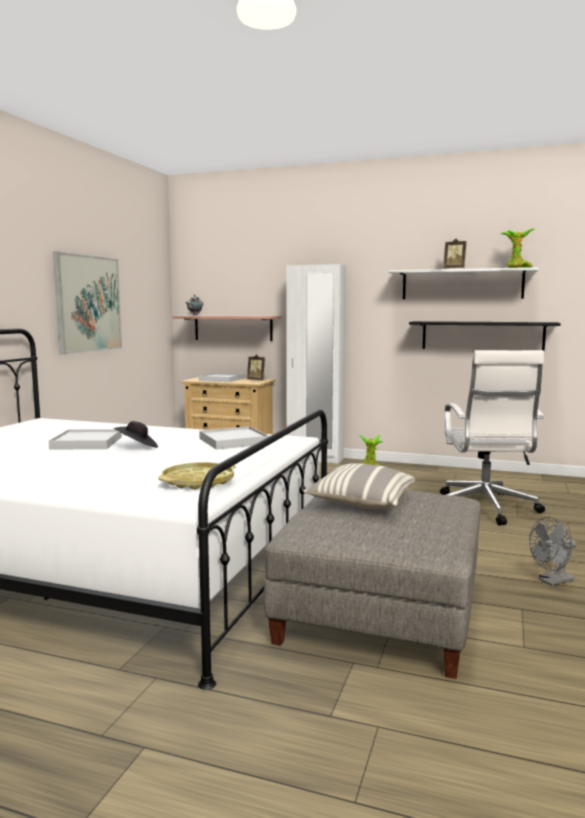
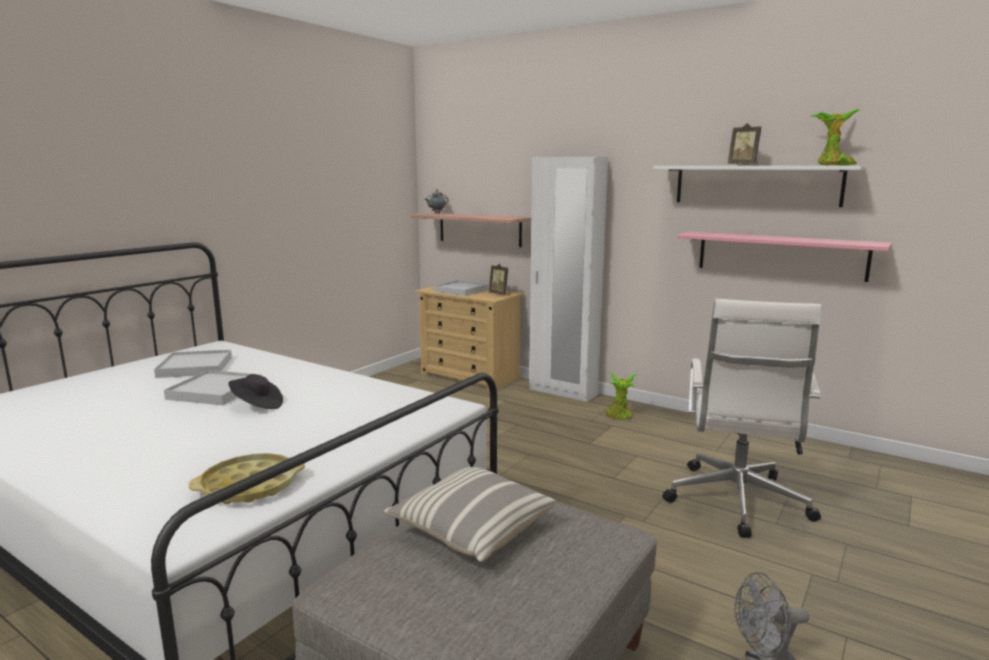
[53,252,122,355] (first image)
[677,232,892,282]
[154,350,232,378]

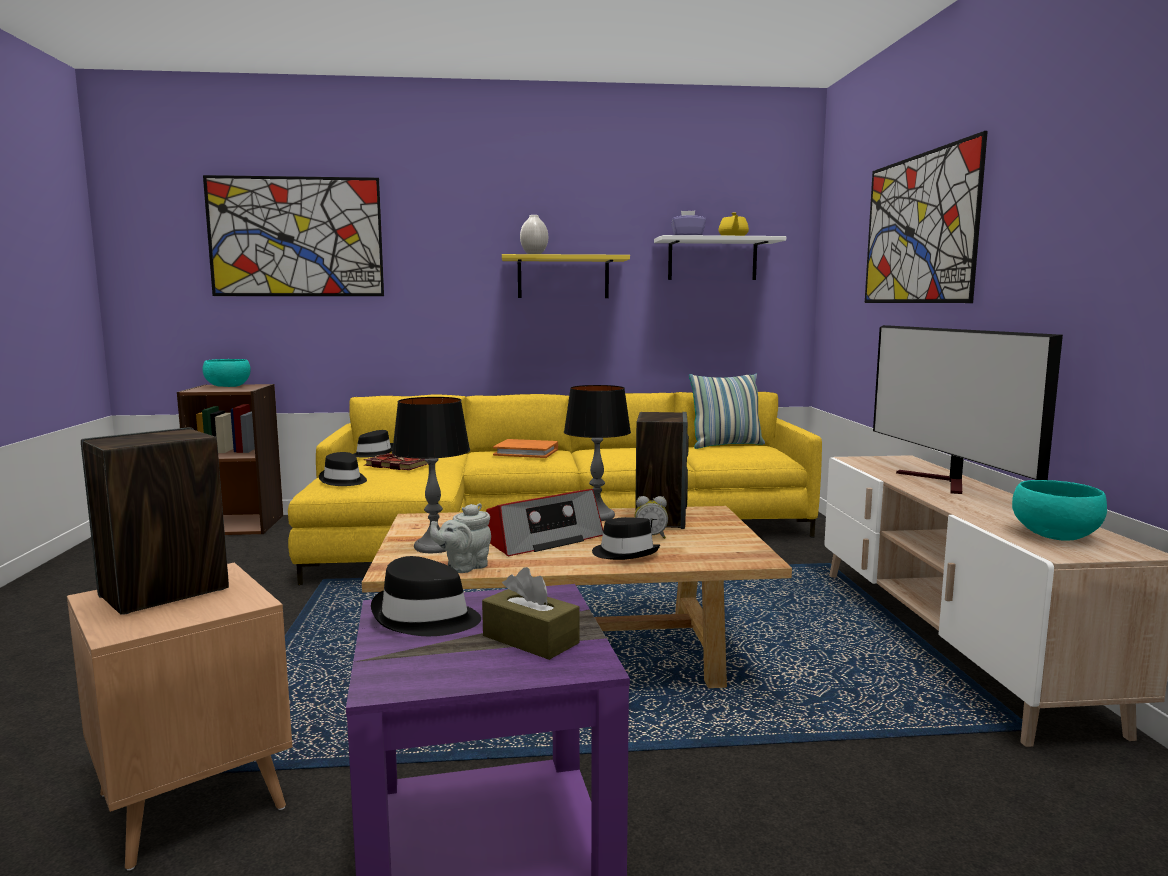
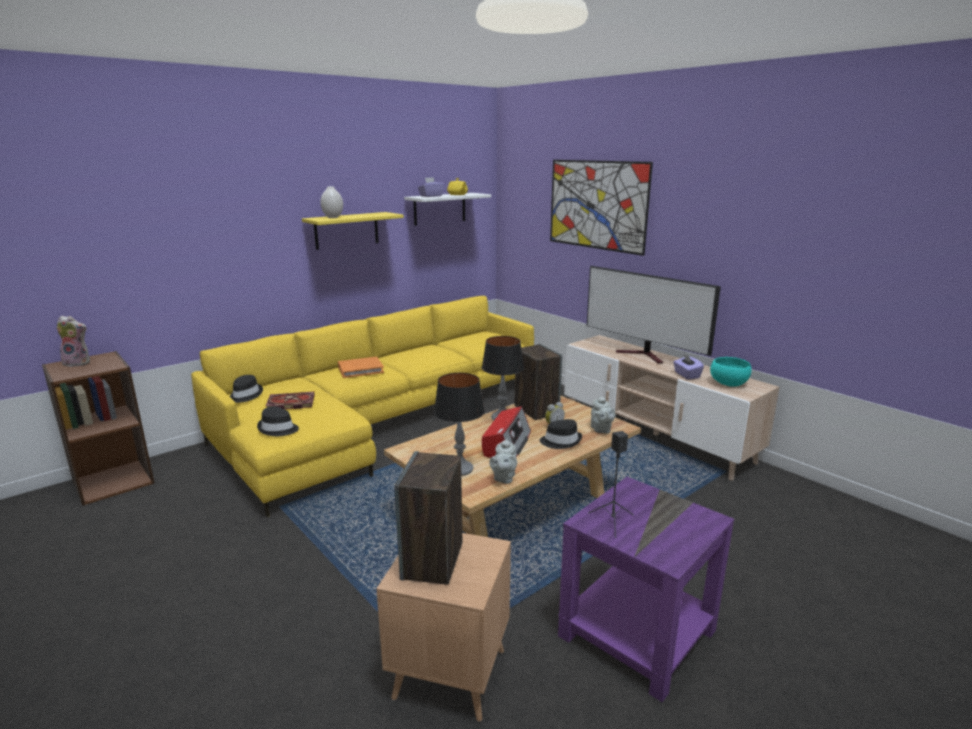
[203,175,384,296] (first image)
[57,316,90,367]
[689,374,765,449] (first image)
[588,431,634,538]
[482,567,580,660] (first image)
[673,354,704,379]
[591,396,615,433]

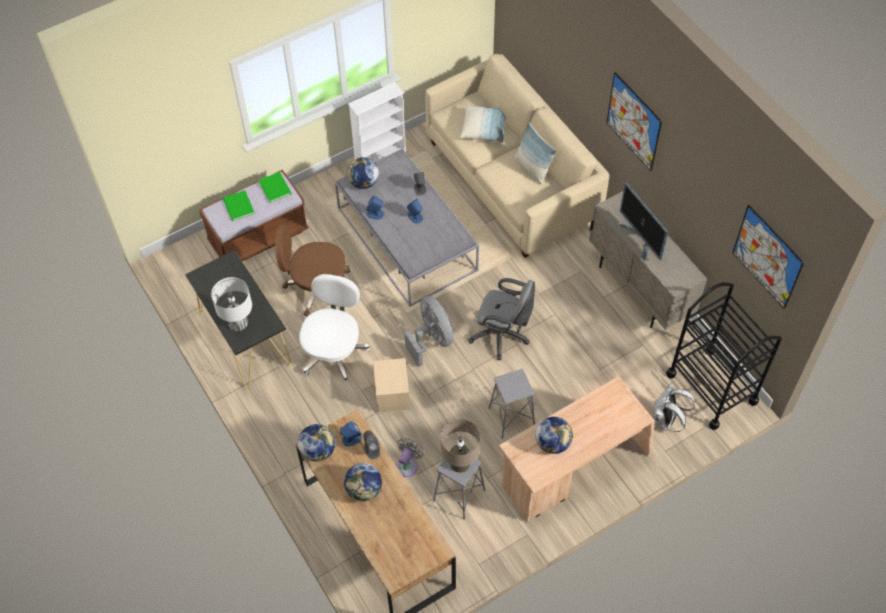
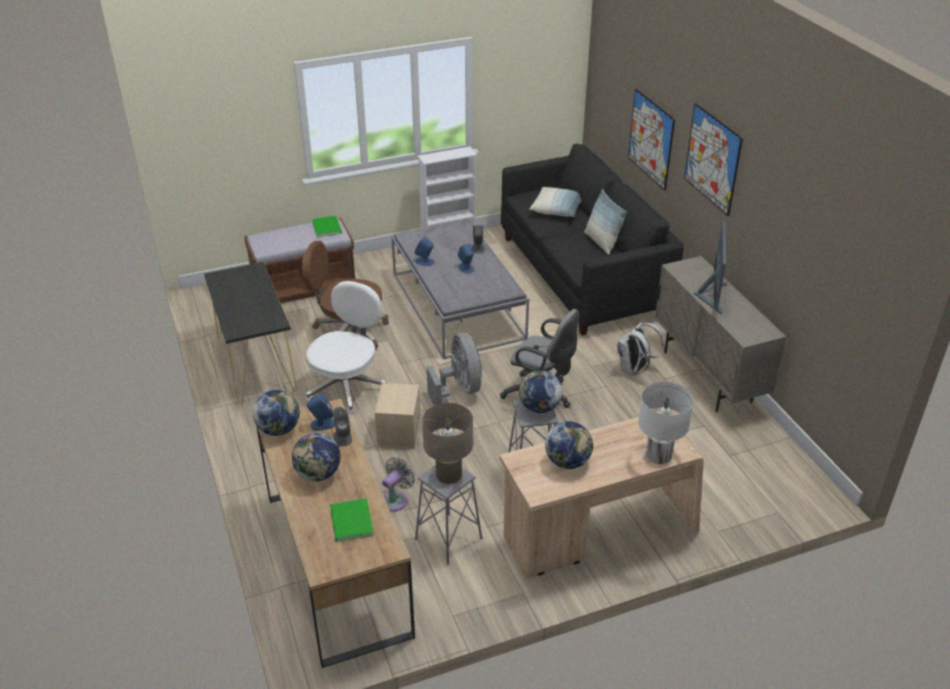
[501,144,684,335]
[519,370,562,413]
[694,221,727,314]
[330,498,373,542]
[628,89,675,191]
[638,382,694,464]
[666,282,782,430] (first image)
[617,322,664,375]

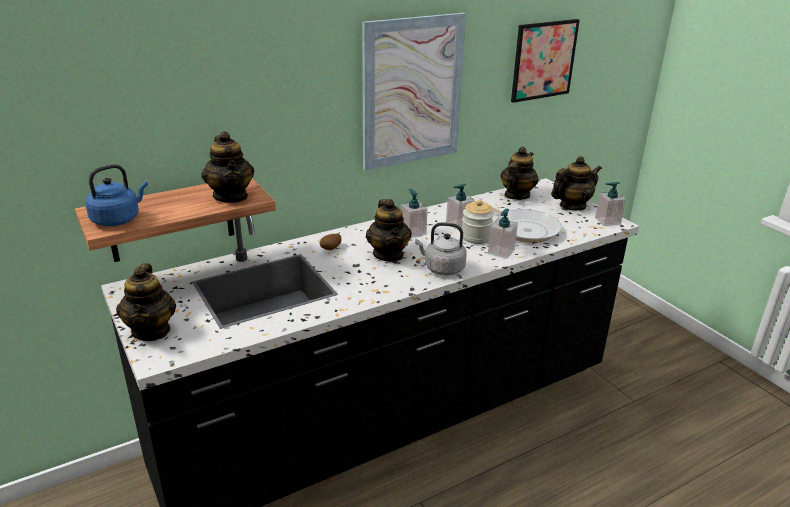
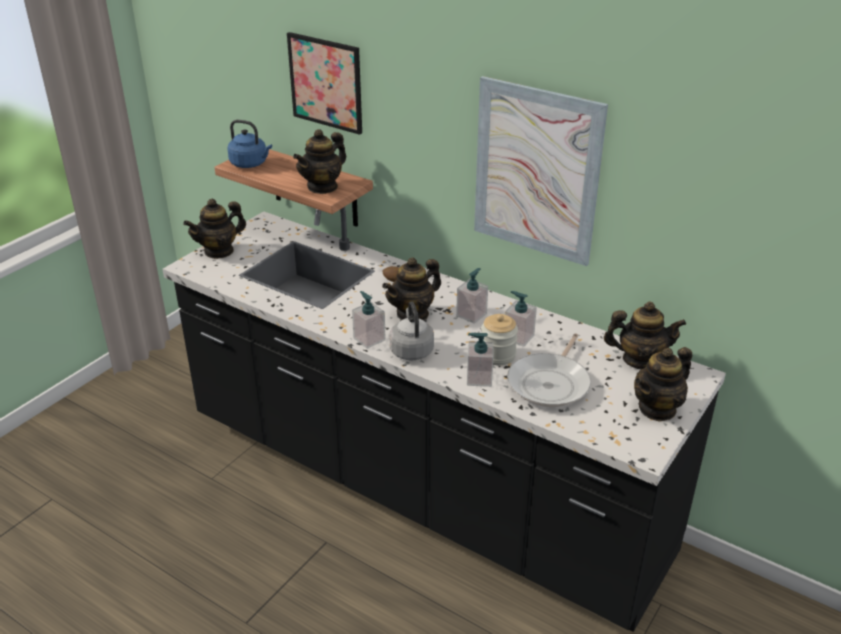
[287,32,362,135]
[634,347,692,422]
[352,291,386,349]

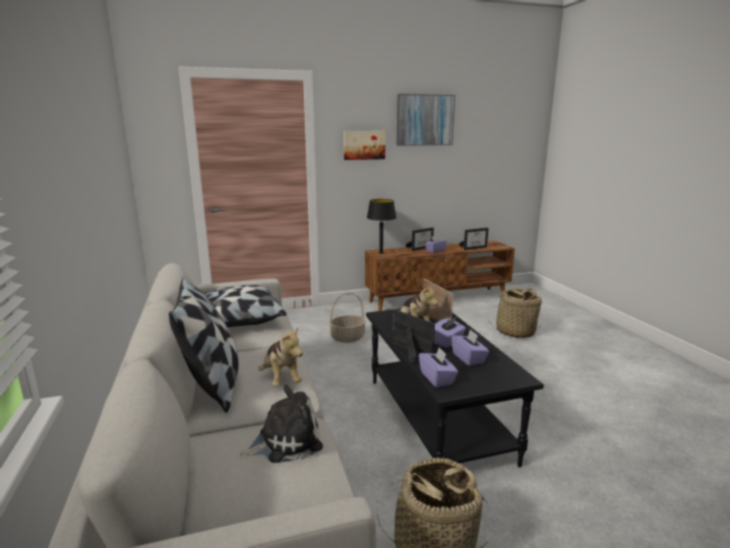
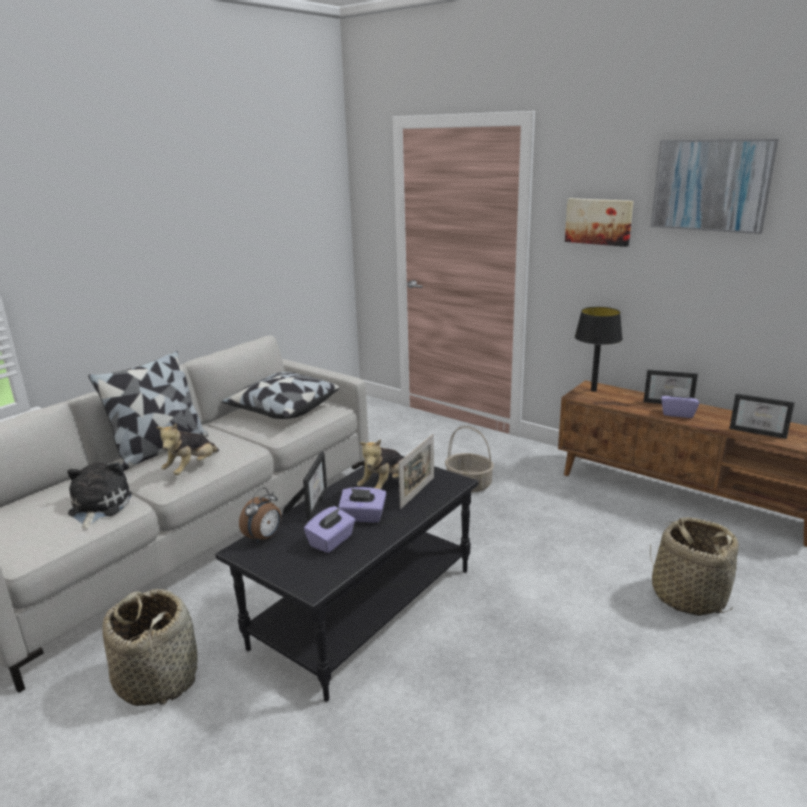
[239,487,281,544]
[67,462,132,530]

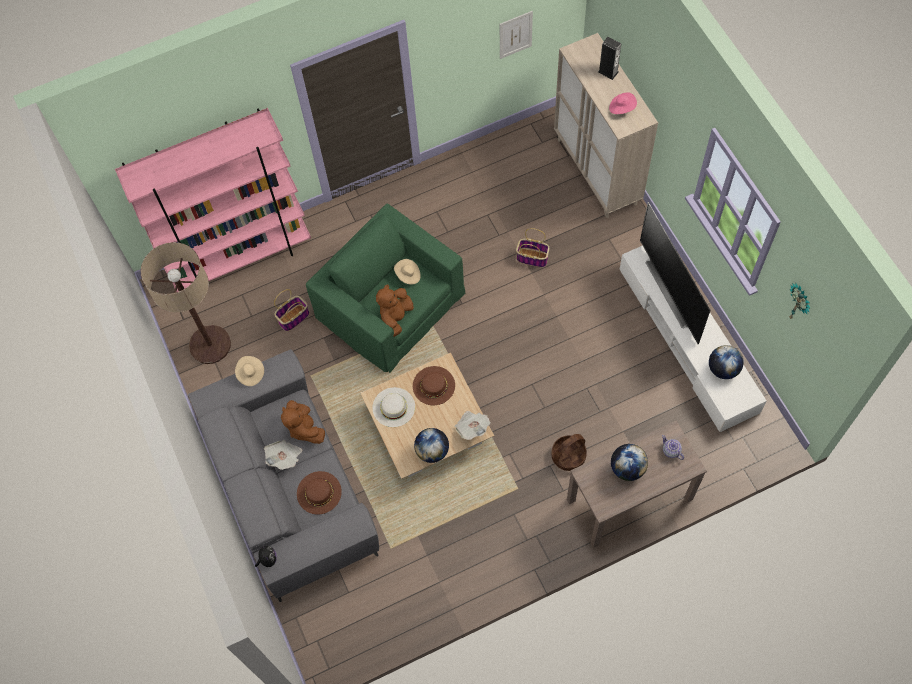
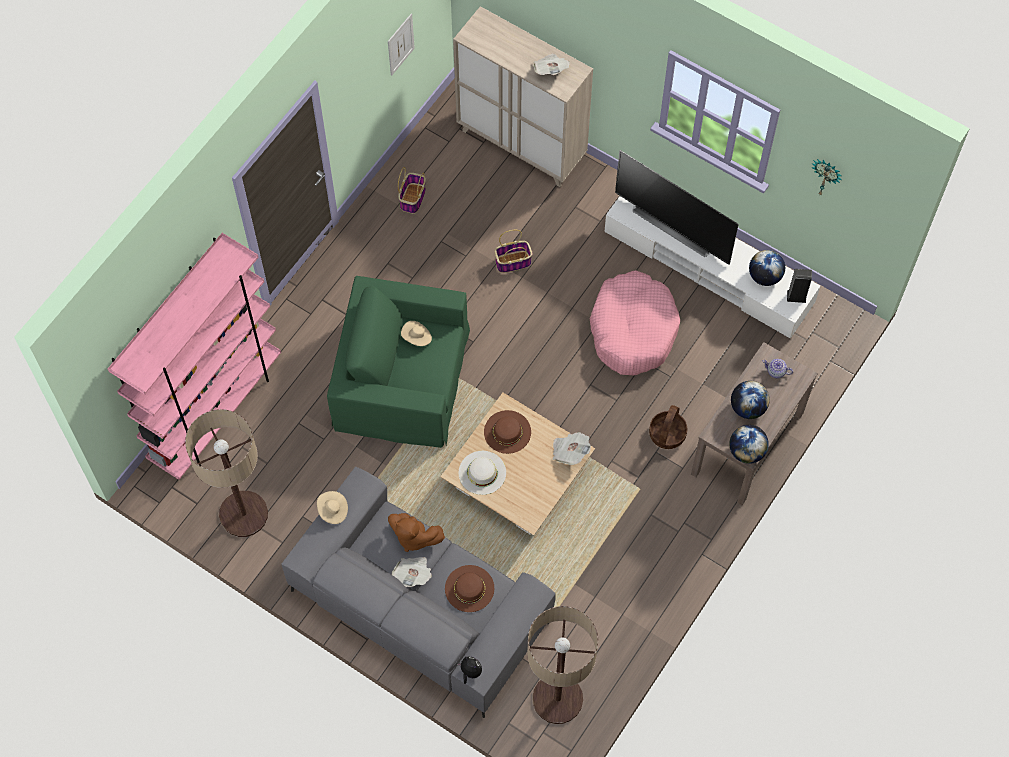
[787,269,812,303]
[533,53,570,75]
[376,284,414,337] (first image)
[398,167,426,214]
[729,425,769,464]
[590,270,680,375]
[527,606,598,724]

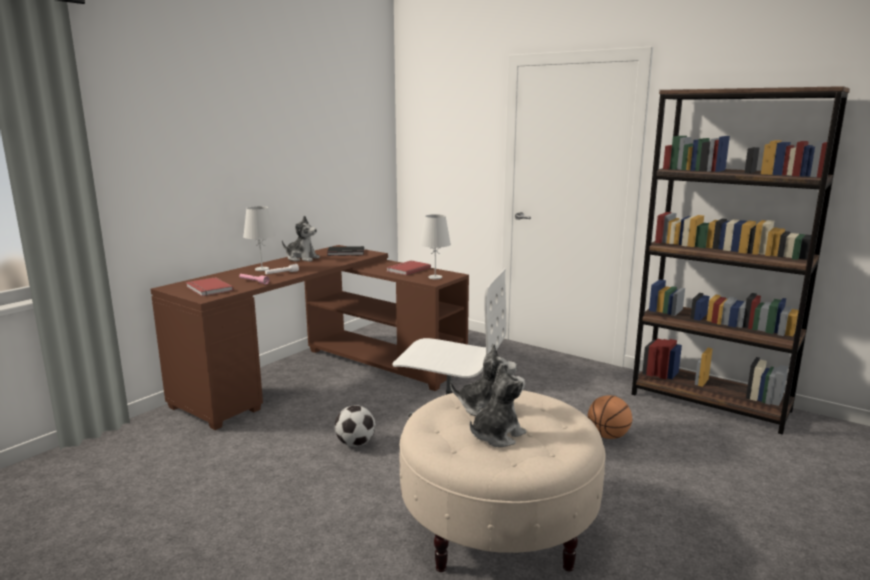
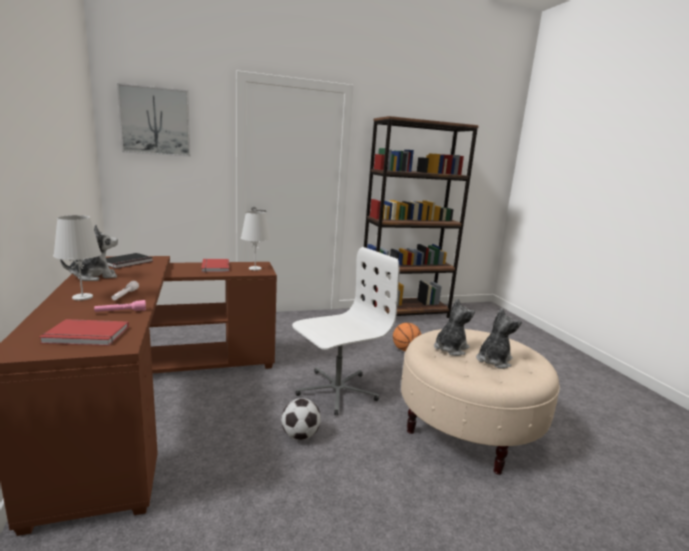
[476,308,522,369]
[117,83,190,157]

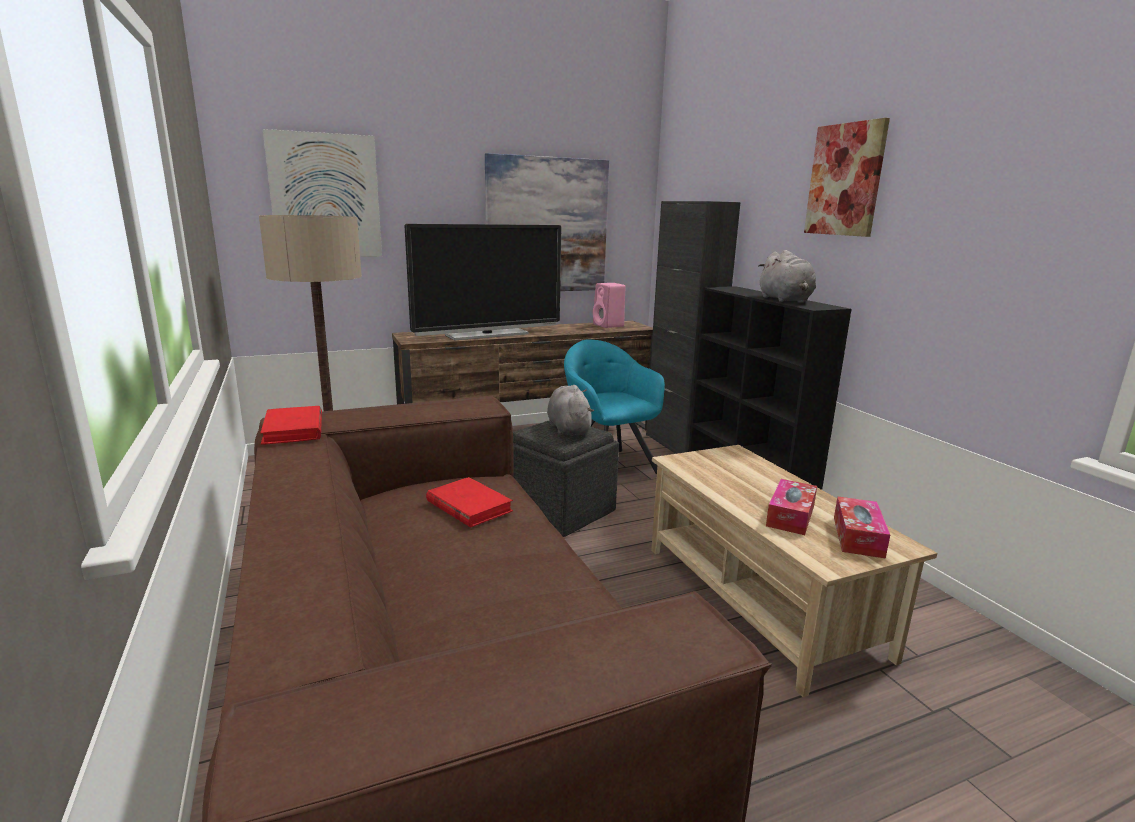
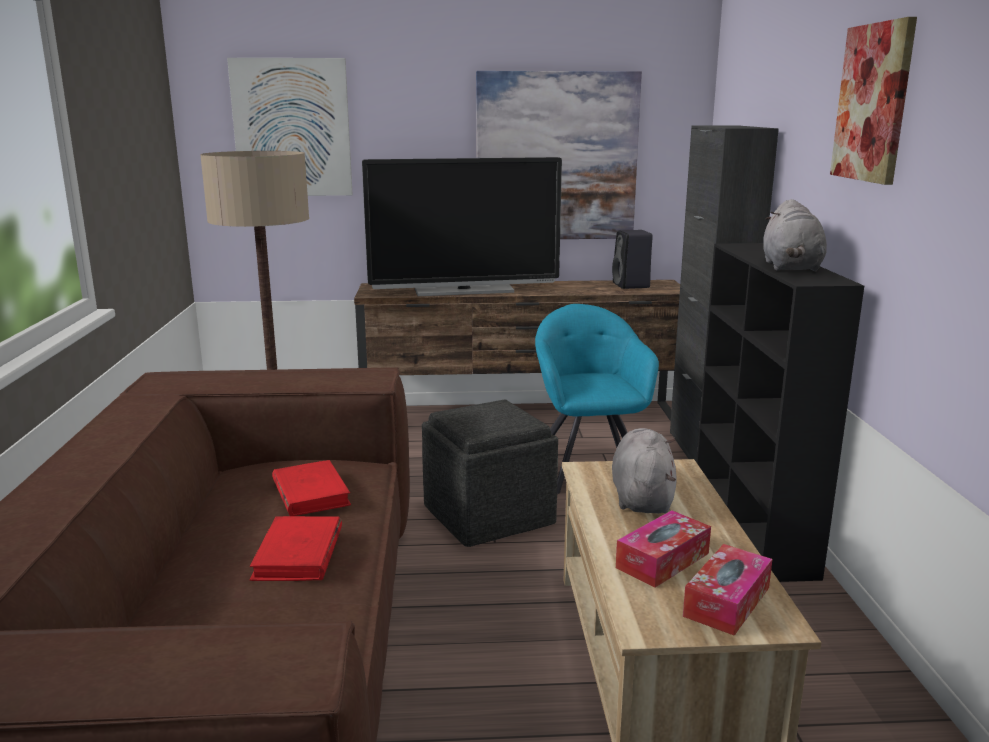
[612,230,653,289]
[612,428,676,513]
[249,516,342,581]

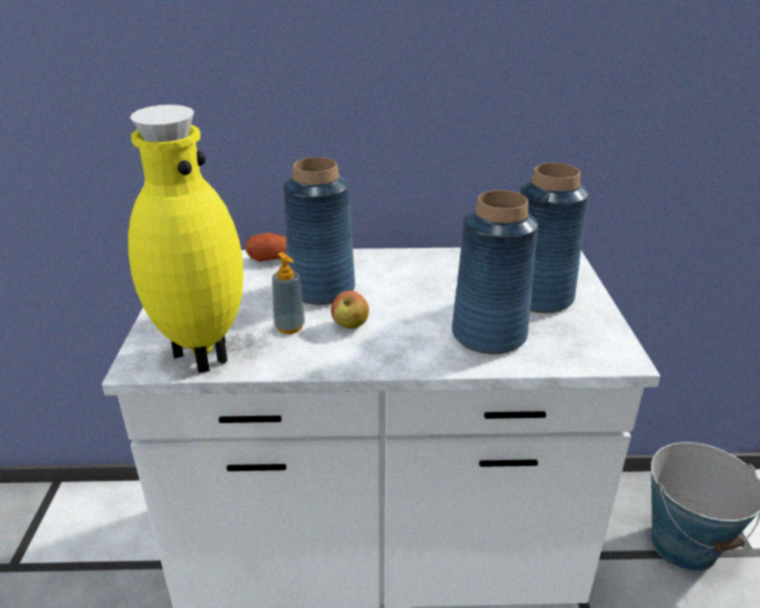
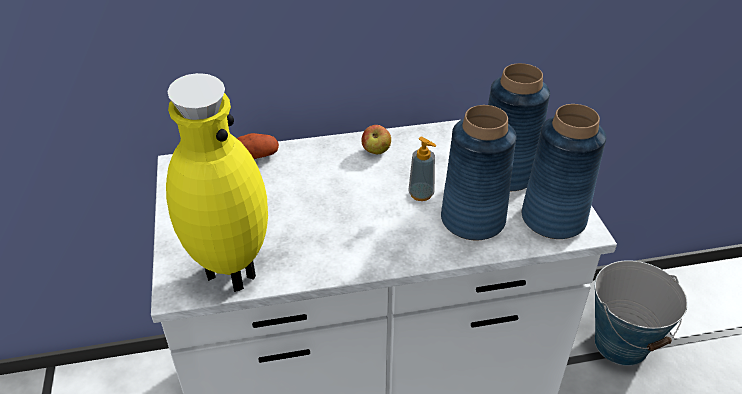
[522,104,606,239]
[408,137,437,201]
[361,125,391,154]

